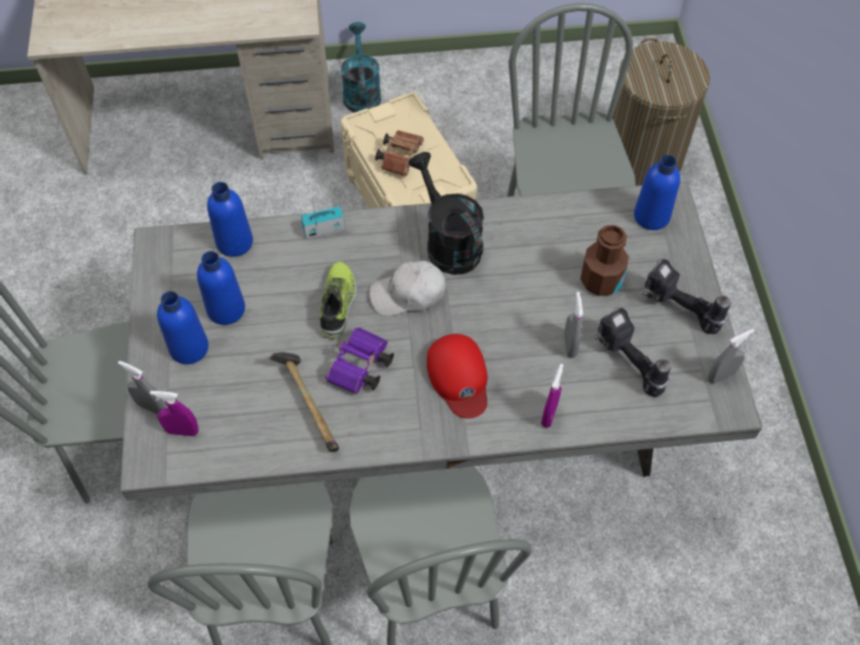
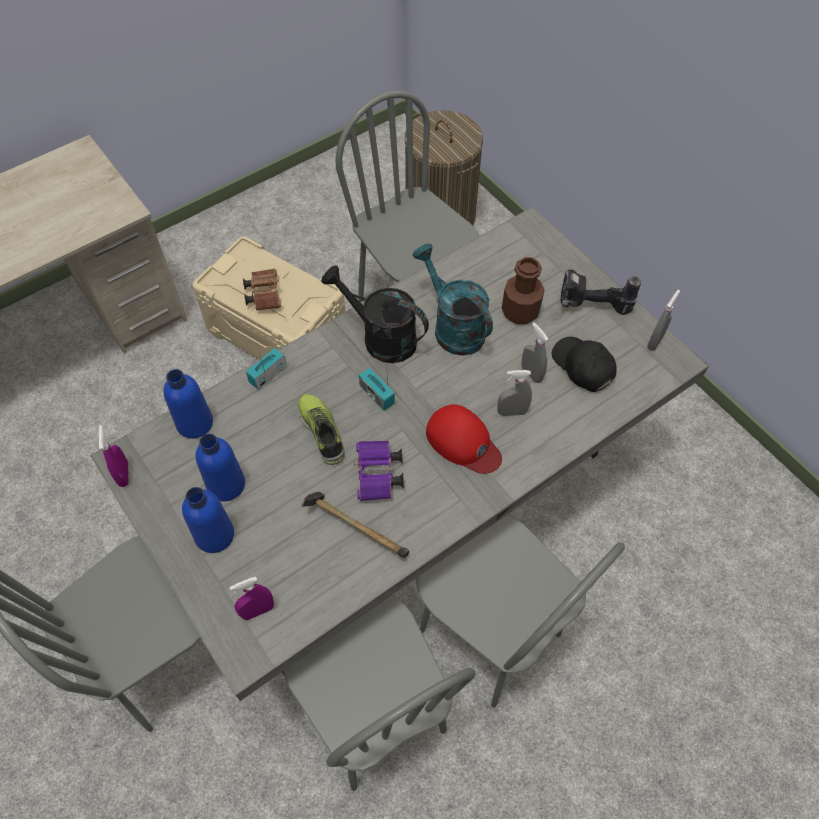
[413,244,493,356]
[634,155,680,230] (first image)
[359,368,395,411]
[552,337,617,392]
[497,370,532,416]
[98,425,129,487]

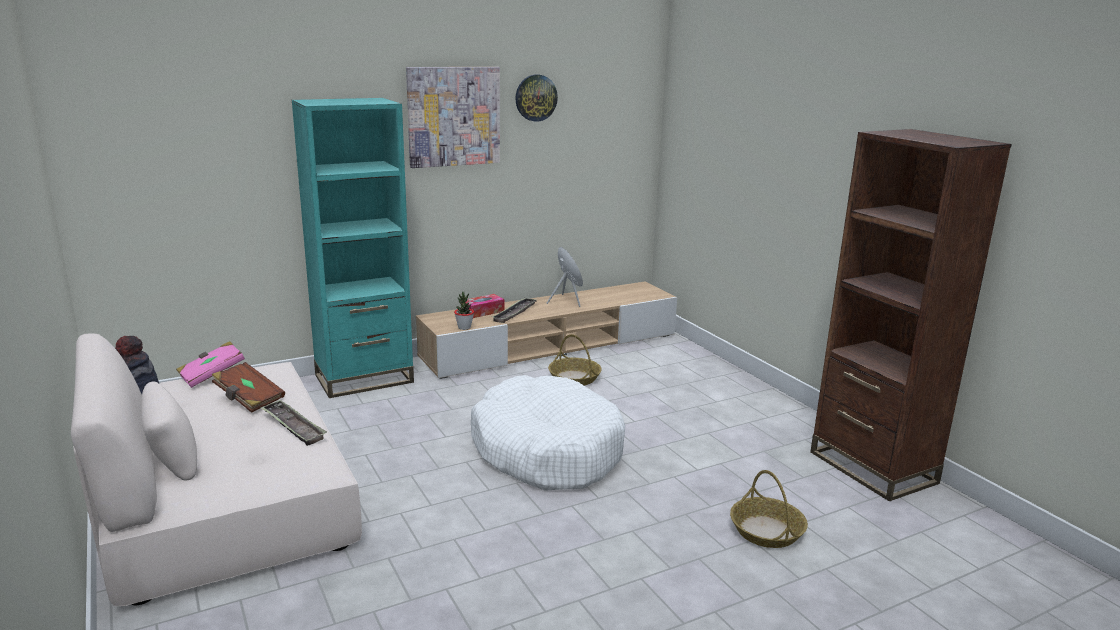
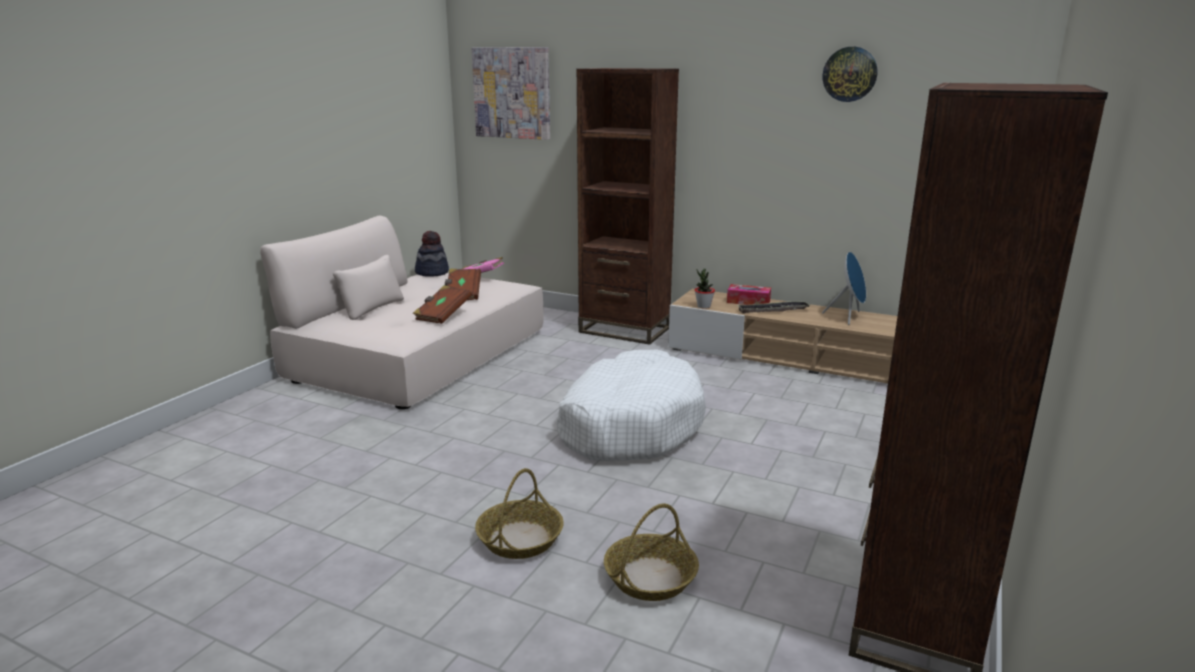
[471,47,550,140]
[577,68,679,345]
[475,468,564,559]
[413,285,472,324]

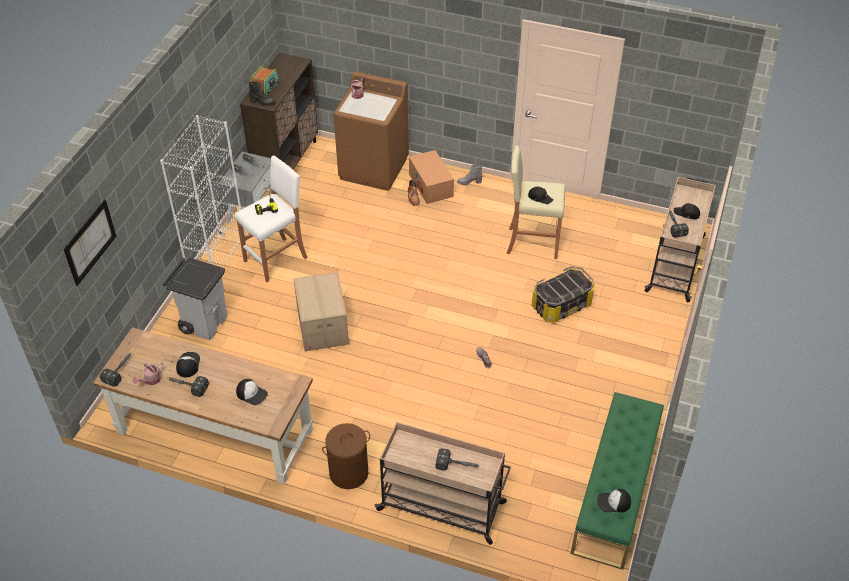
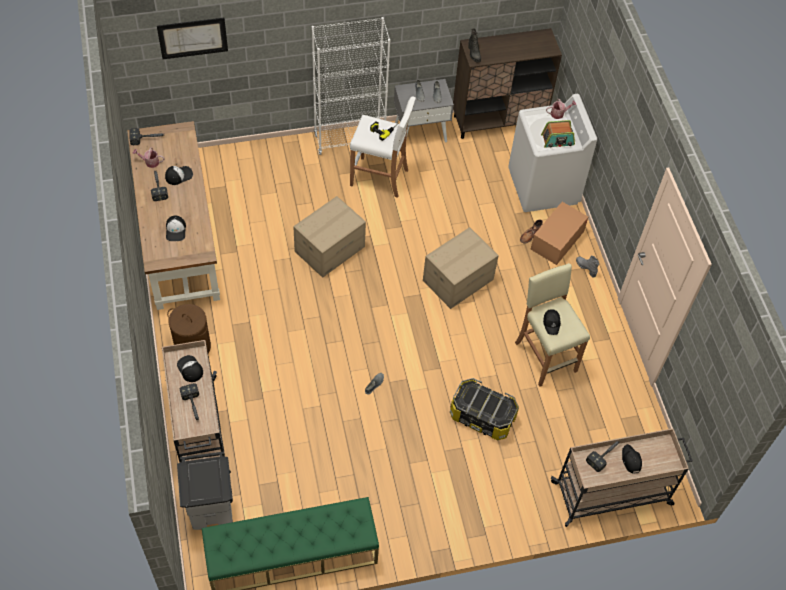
[541,120,575,148]
[508,94,597,212]
[177,452,233,530]
[177,355,203,382]
[423,227,499,309]

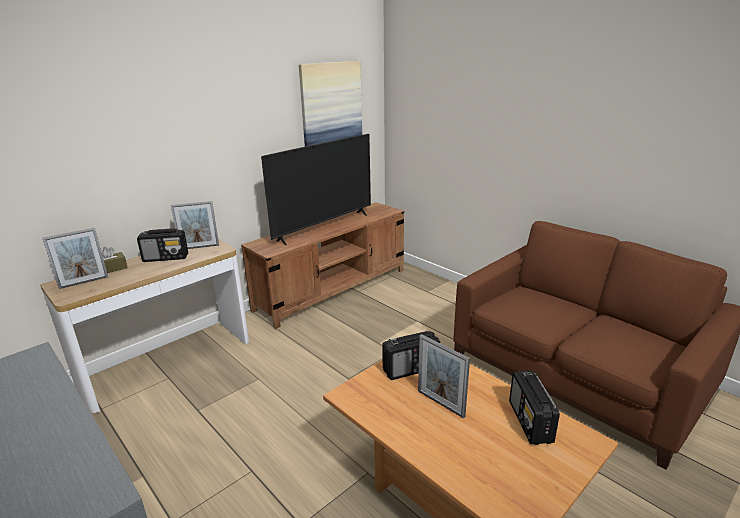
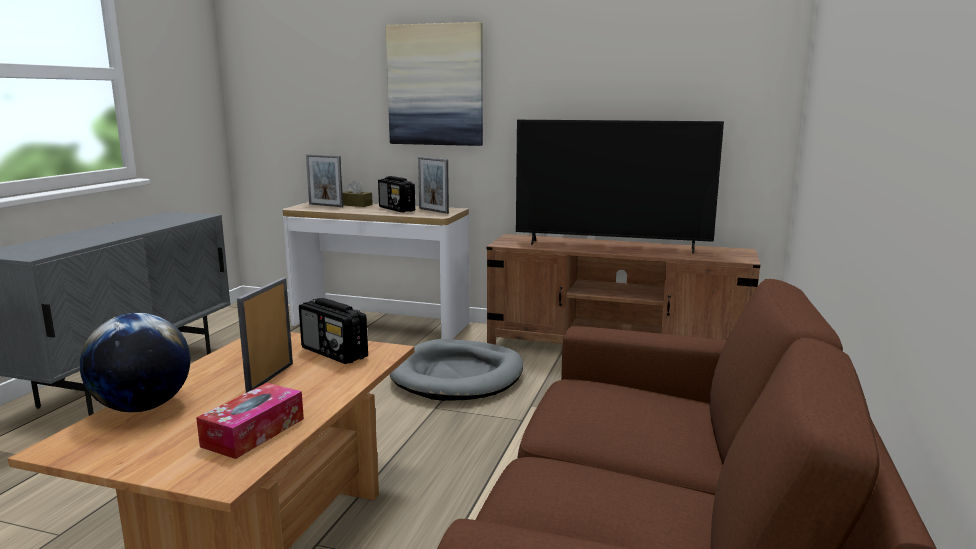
[386,22,483,146]
[196,383,304,459]
[80,313,190,412]
[390,339,523,401]

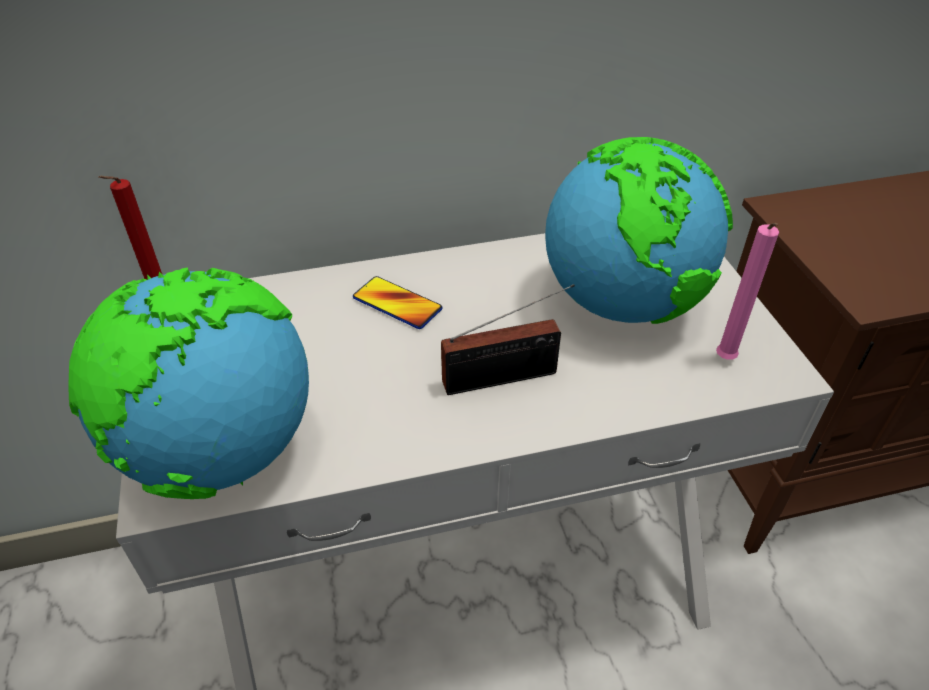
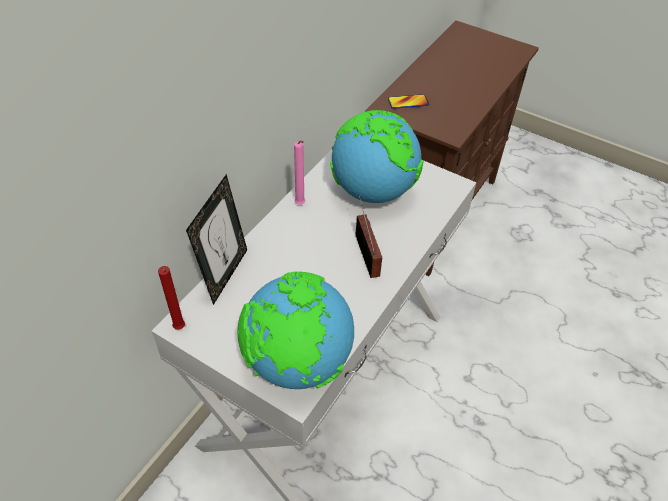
[294,141,305,204]
[388,94,429,109]
[356,194,382,278]
[186,174,247,305]

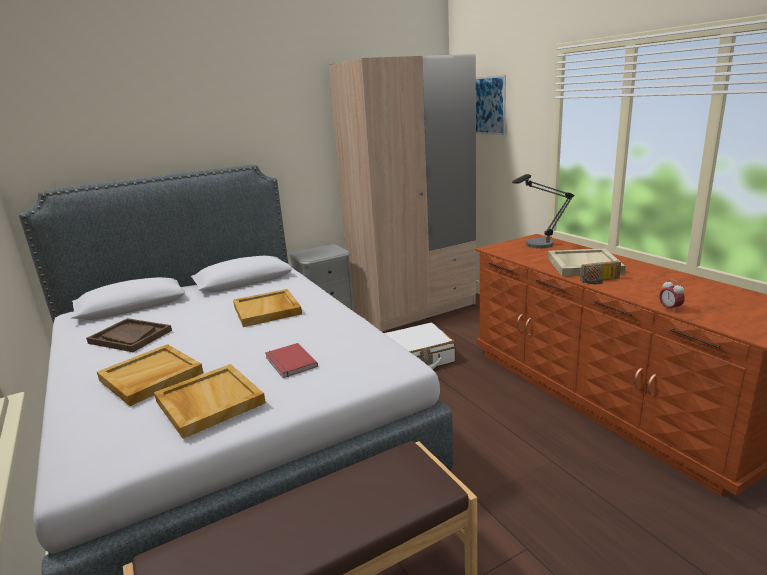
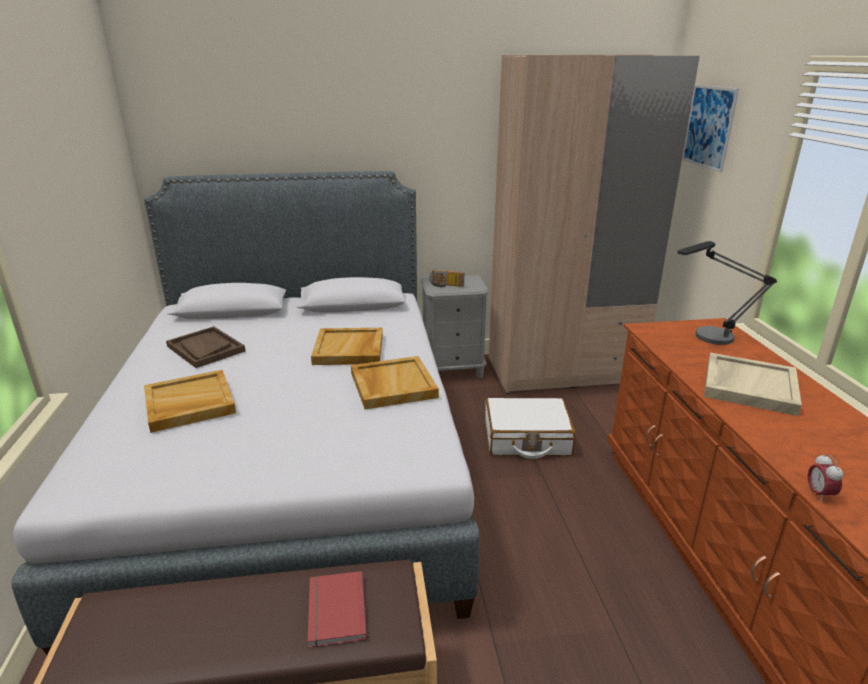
[430,270,464,287]
[308,571,367,648]
[351,356,439,409]

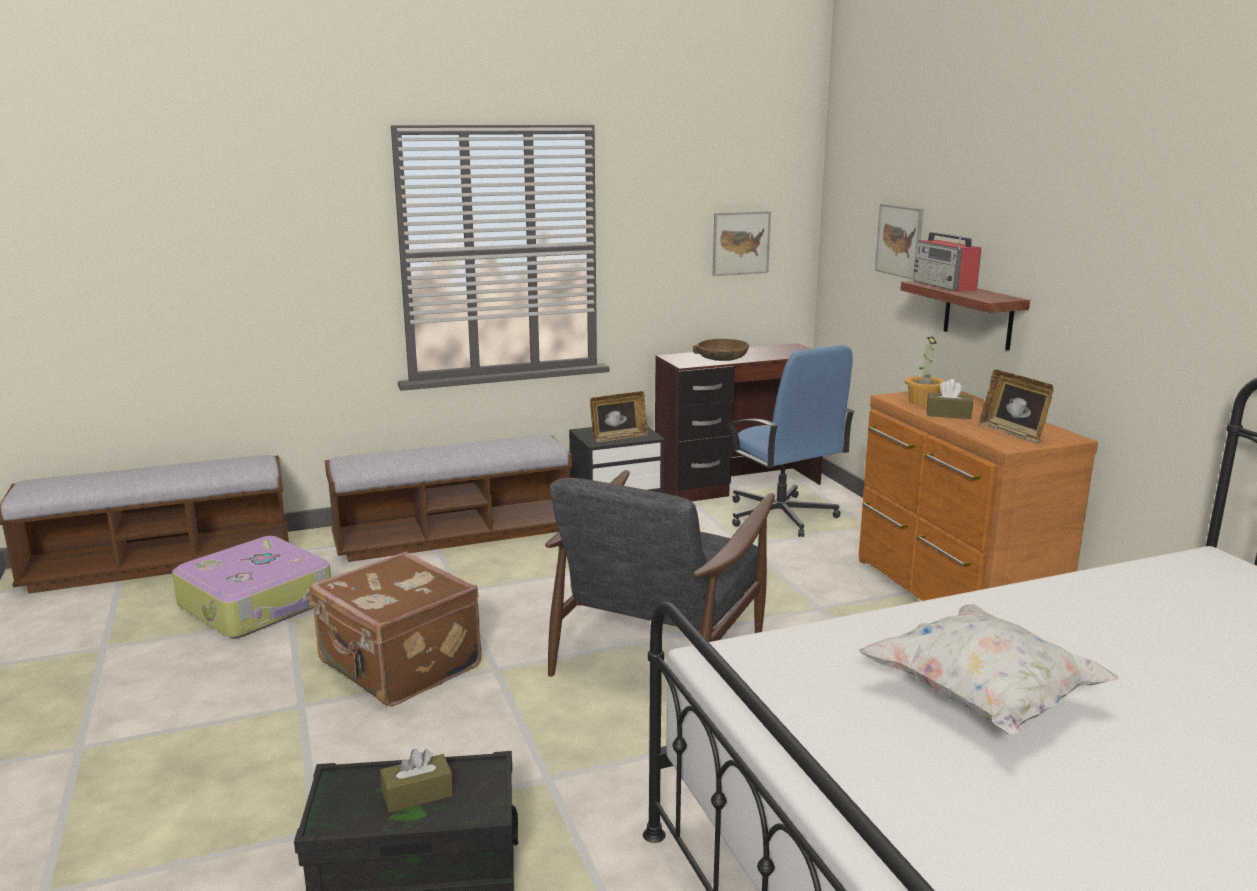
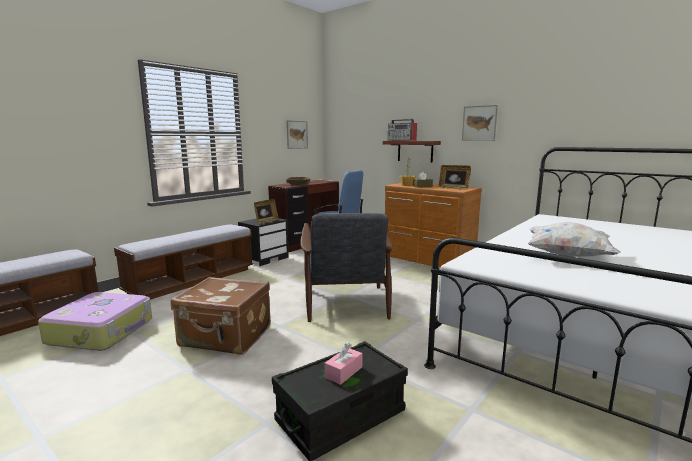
[462,105,498,141]
[324,343,363,385]

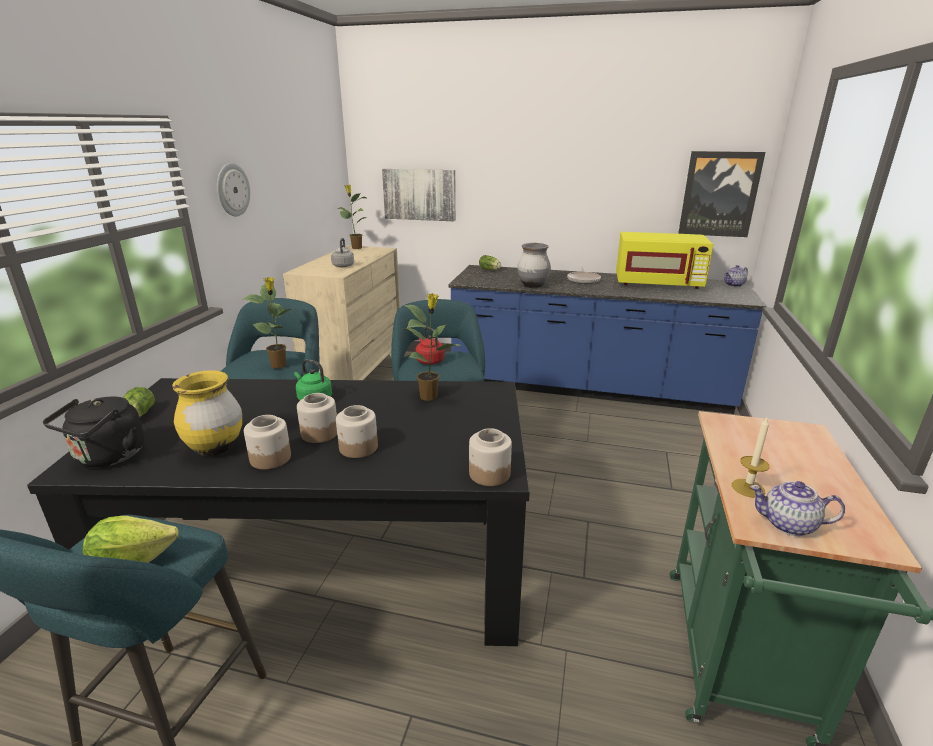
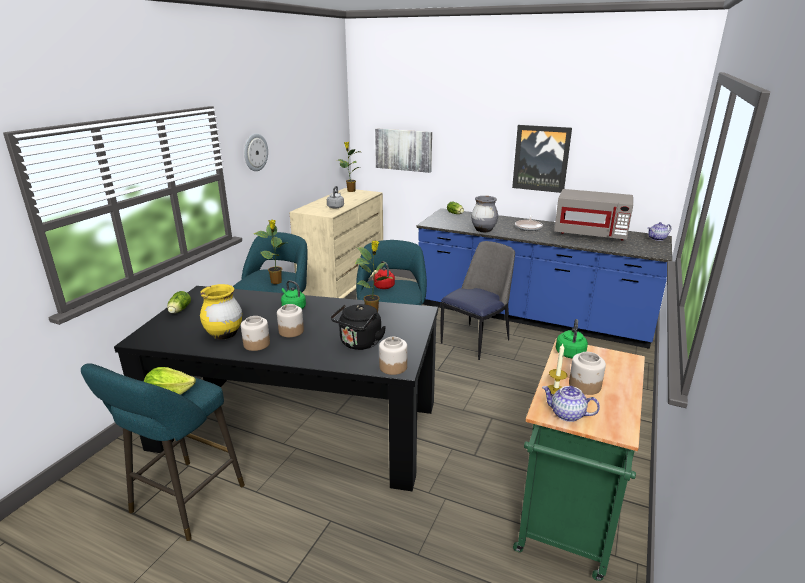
[512,125,572,193]
[554,189,633,241]
[331,304,386,350]
[569,352,606,395]
[440,241,515,360]
[556,319,588,358]

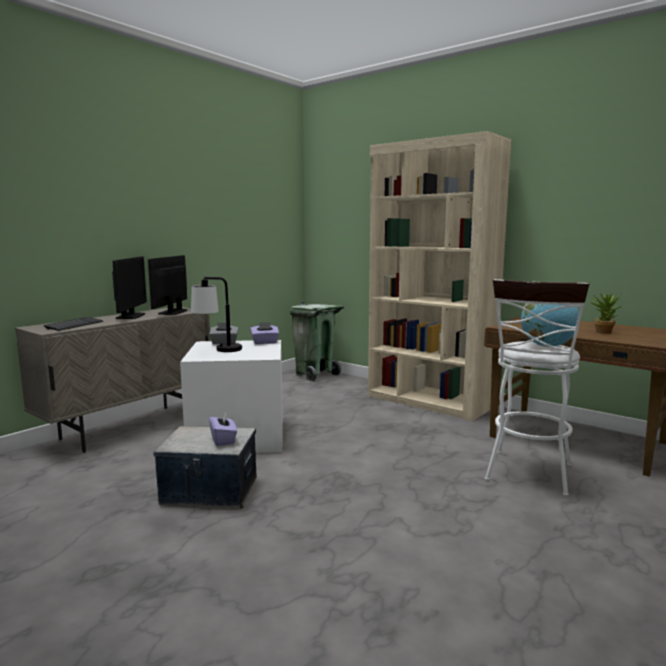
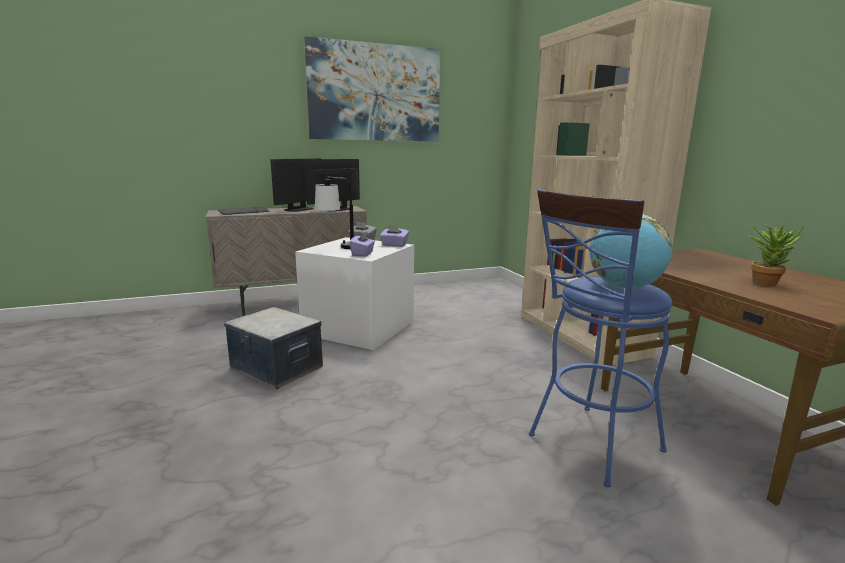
[529,189,673,487]
[290,302,344,382] (first image)
[350,231,375,257]
[304,36,440,142]

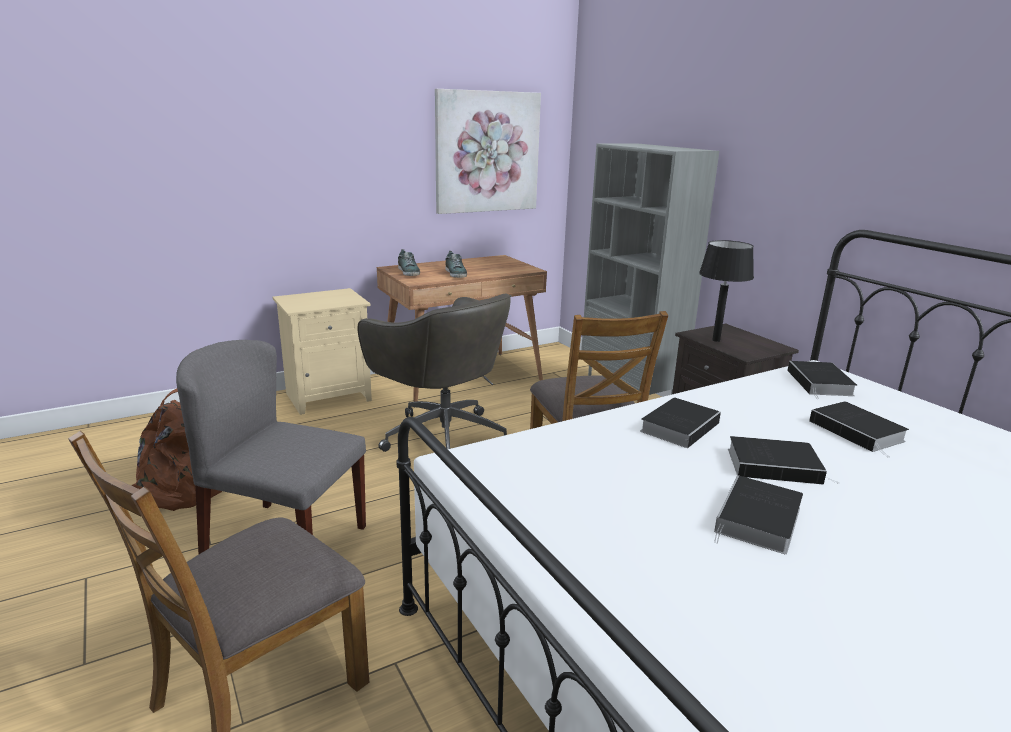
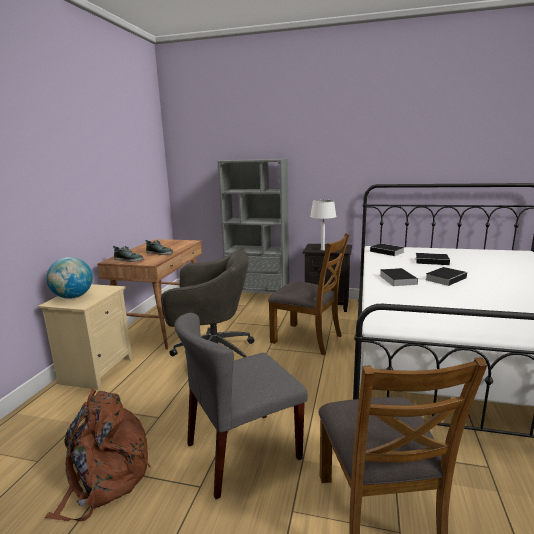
[435,89,541,214] (first image)
[310,200,336,250]
[714,475,803,554] (first image)
[46,257,93,299]

